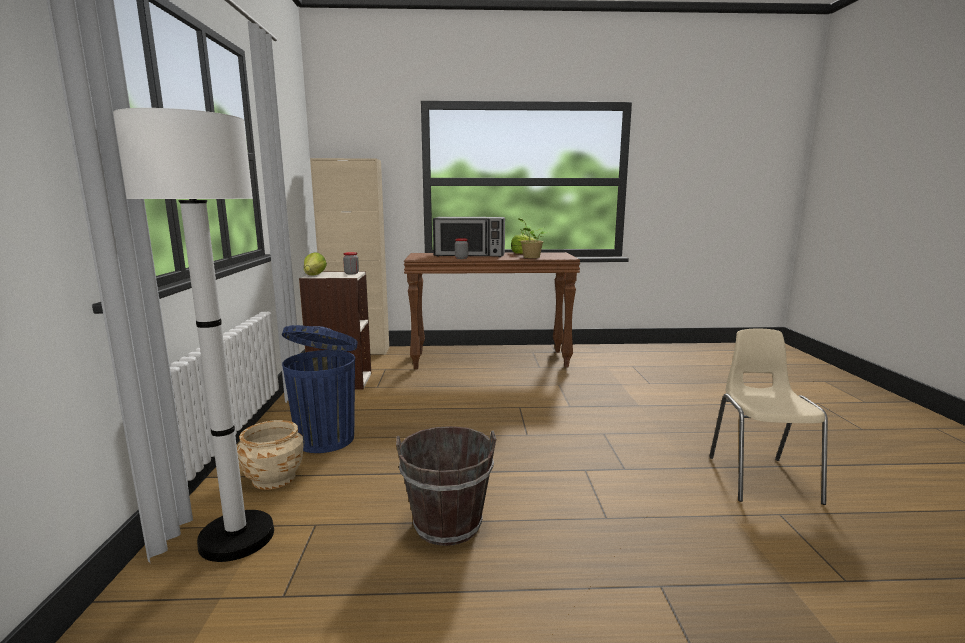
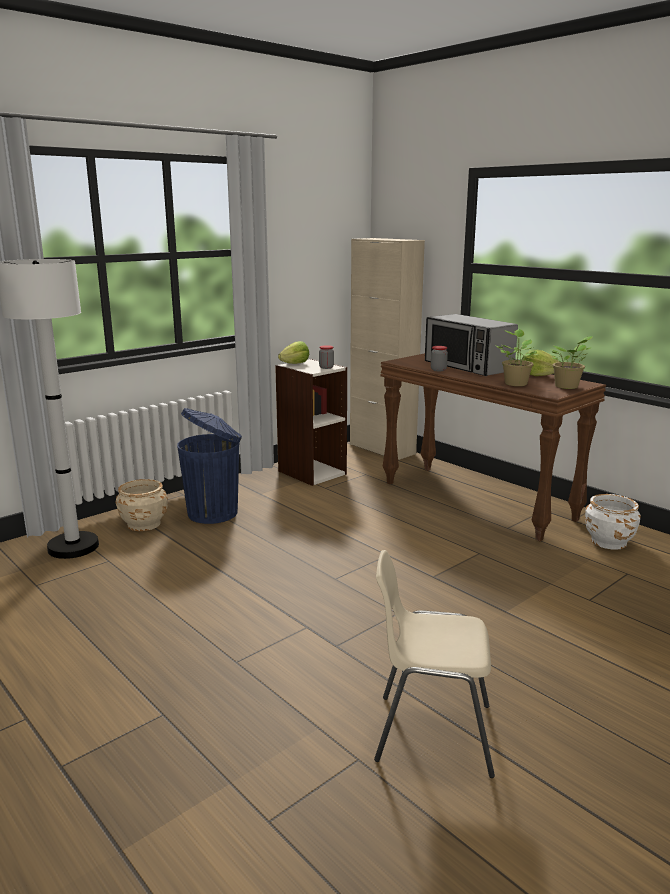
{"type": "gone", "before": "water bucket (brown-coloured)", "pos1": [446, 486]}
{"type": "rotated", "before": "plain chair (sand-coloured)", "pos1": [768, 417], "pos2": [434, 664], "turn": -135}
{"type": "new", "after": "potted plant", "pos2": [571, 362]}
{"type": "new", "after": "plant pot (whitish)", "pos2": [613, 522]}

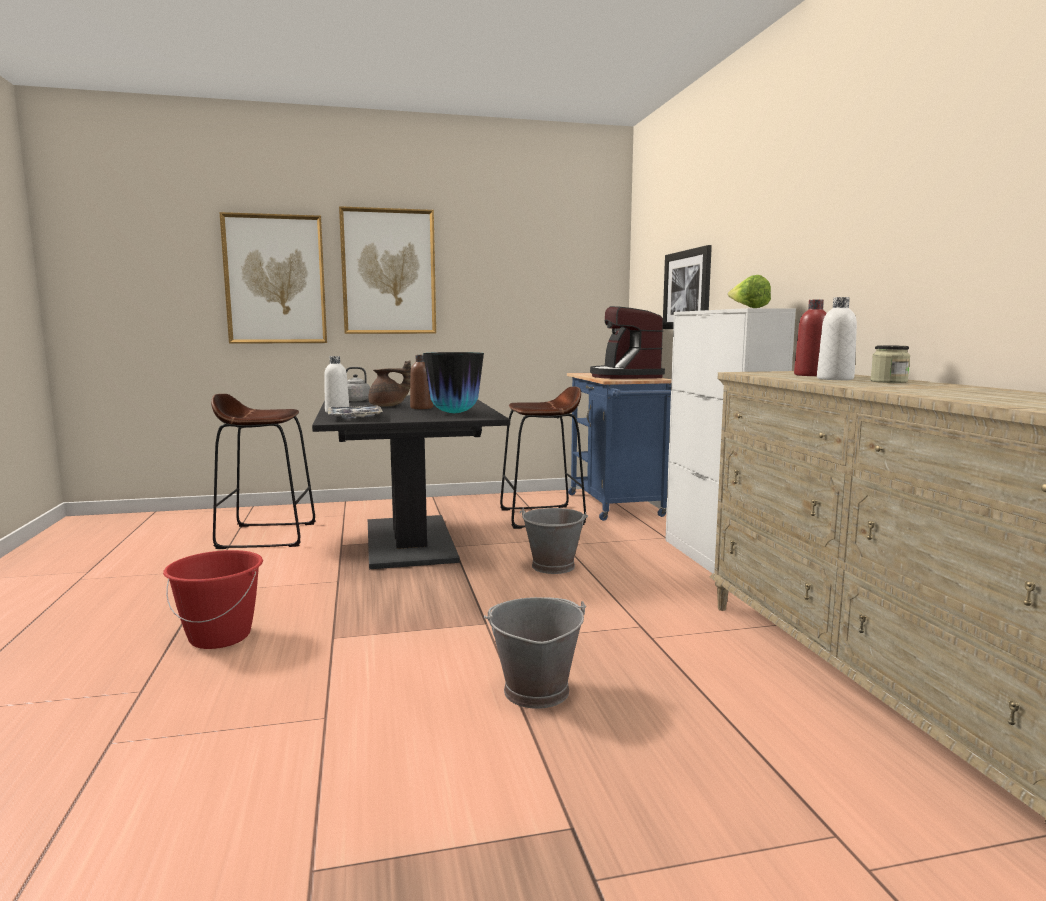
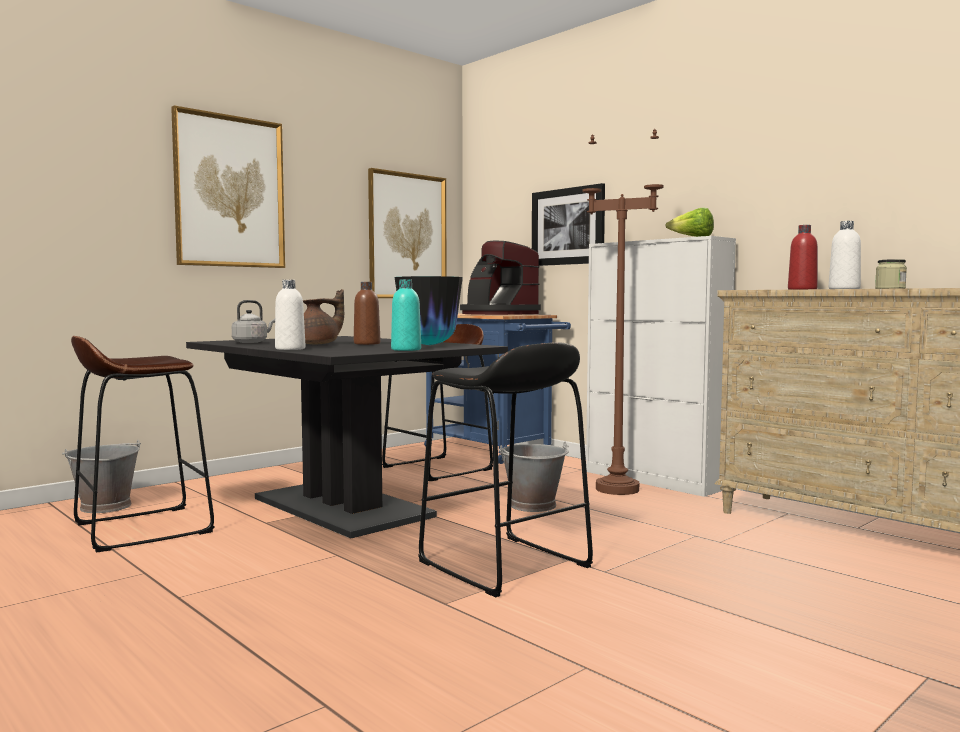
{"type": "gone", "before": "water bucket (red-coloured)", "pos1": [213, 599]}
{"type": "shifted", "before": "wall picture", "pos1": [273, 278], "pos2": [407, 233]}
{"type": "gone", "before": "carrying tray", "pos1": [355, 412]}
{"type": "shifted", "before": "water bucket (grey)", "pos1": [535, 653], "pos2": [101, 476]}
{"type": "new", "after": "drink bottle (blue-green)", "pos2": [406, 315]}
{"type": "new", "after": "sitting stool (black-coloured)", "pos2": [505, 469]}
{"type": "new", "after": "floor lamp (brown-coloured)", "pos2": [623, 312]}

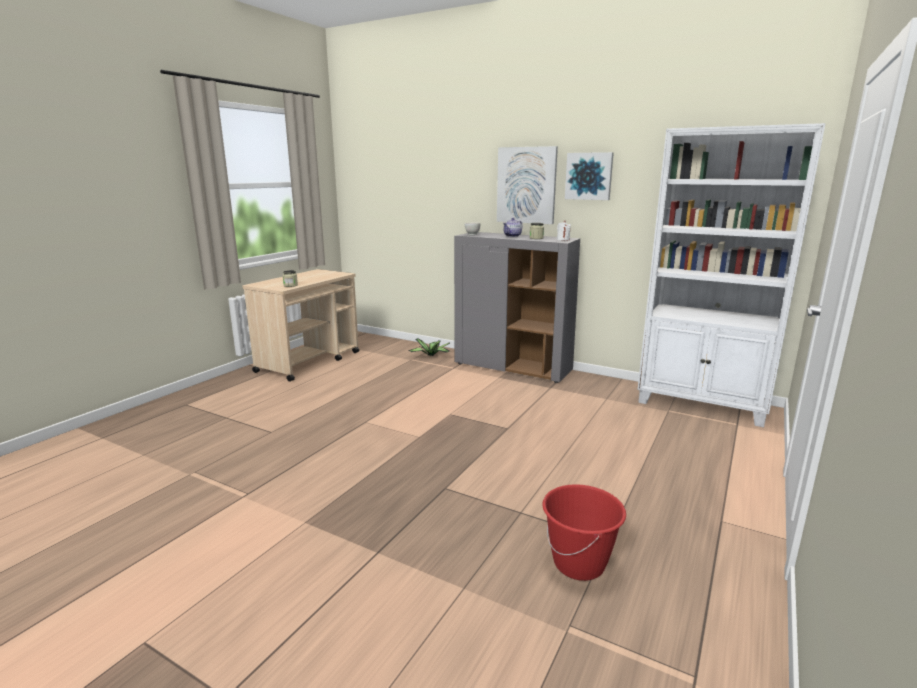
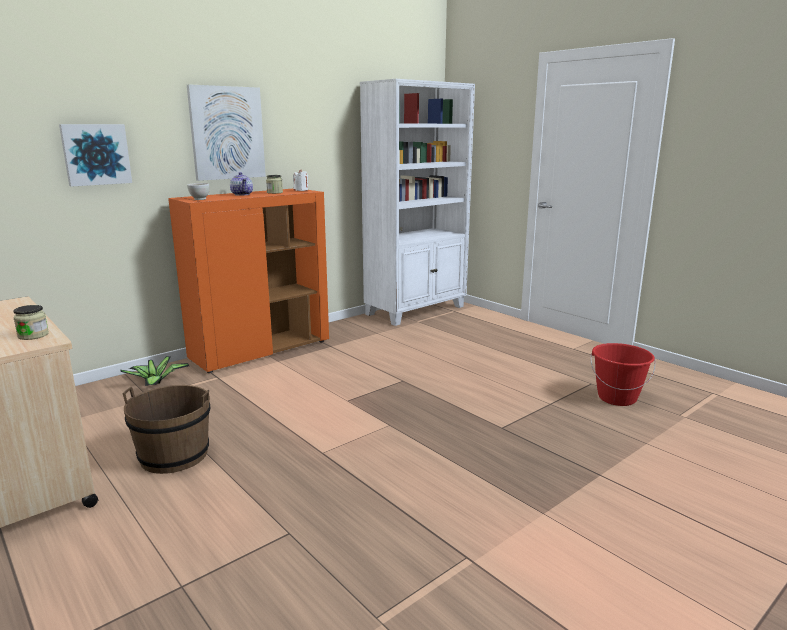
{"type": "repainted", "before": "cupboard (grey)", "after": "cupboard (orange-coloured)", "pos1": [517, 307], "pos2": [248, 281]}
{"type": "shifted", "before": "wall picture", "pos1": [589, 176], "pos2": [95, 155]}
{"type": "new", "after": "water bucket (brown-coloured)", "pos2": [166, 429]}

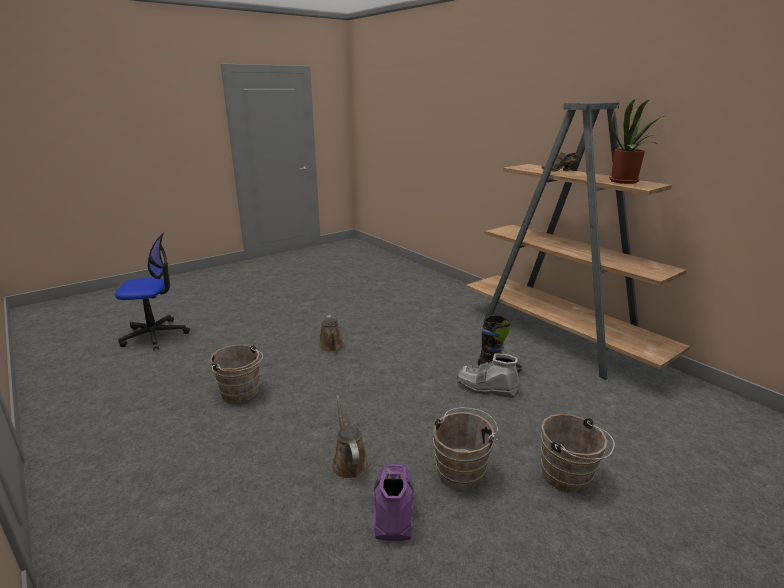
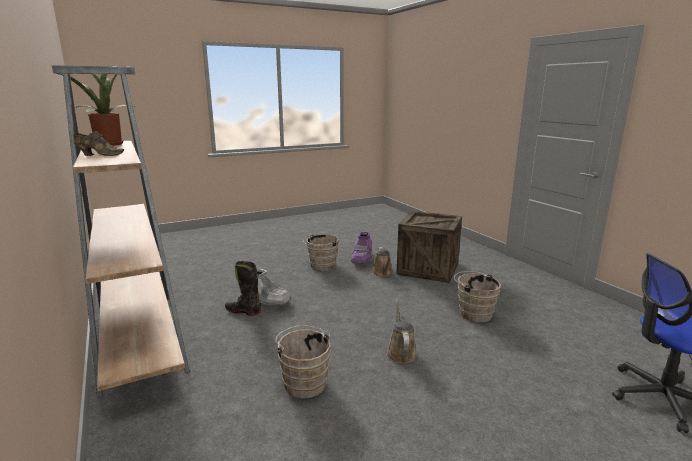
{"type": "shifted", "before": "water bucket (brown-coloured)", "pos1": [578, 453], "pos2": [302, 362]}
{"type": "new", "after": "shipping crate", "pos2": [429, 247]}

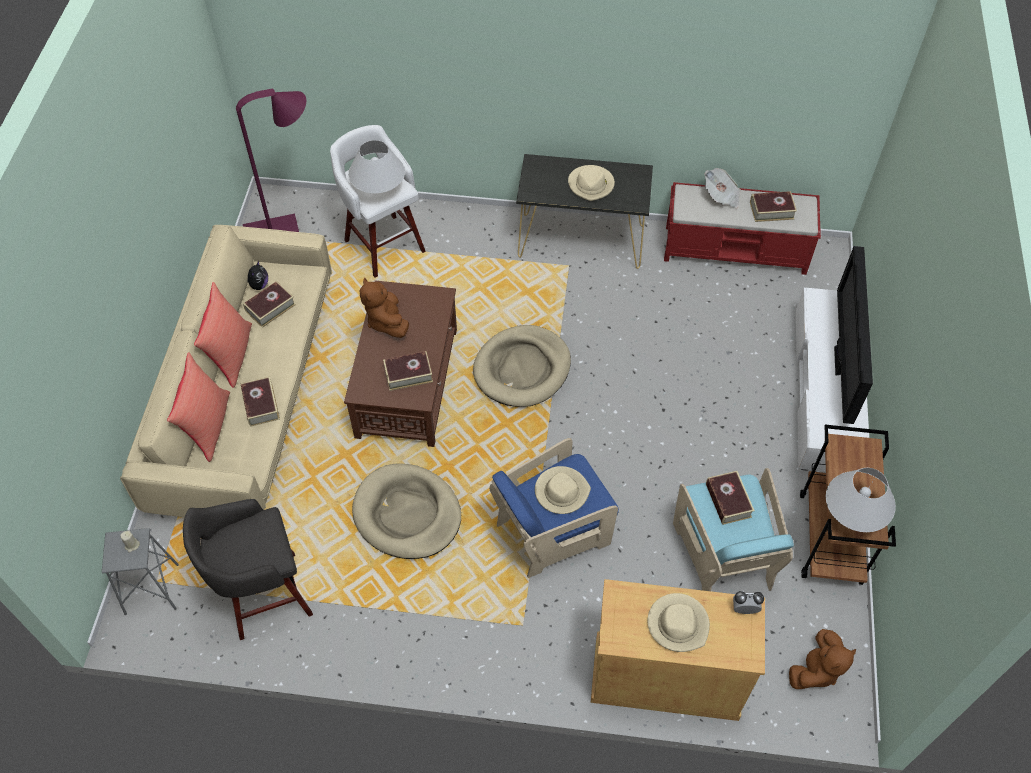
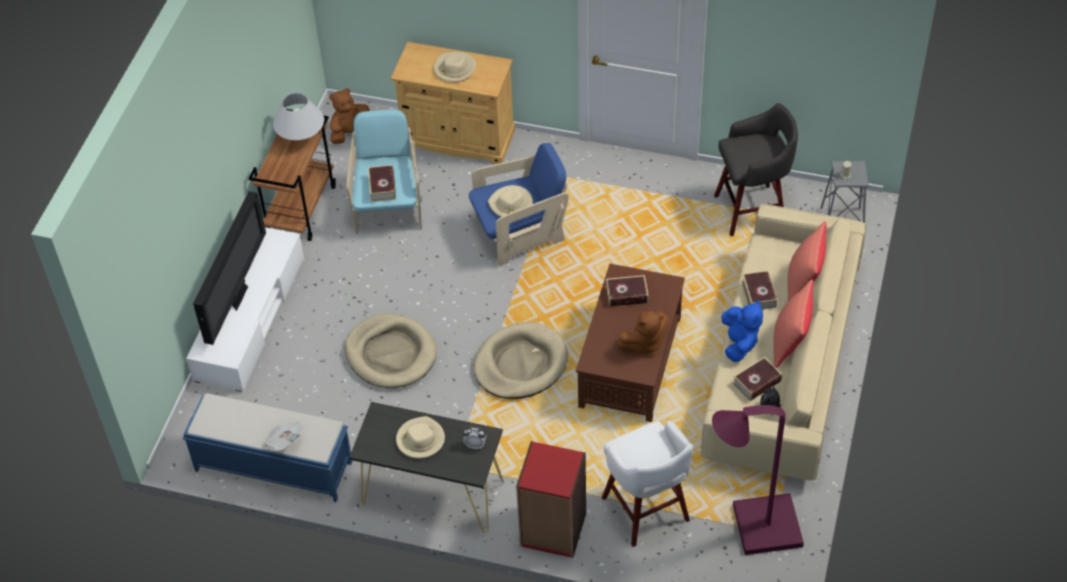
{"type": "gone", "before": "tabletop lamp (whitish)", "pos1": [376, 166]}
{"type": "shifted", "before": "dog cushion (sand-coloured)", "pos1": [406, 511], "pos2": [391, 350]}
{"type": "rotated", "before": "plush toy (brown-coloured)", "pos1": [384, 308], "pos2": [643, 333], "turn": 75}
{"type": "repainted", "before": "indoor bench (red-coloured)", "after": "indoor bench (blue)", "pos1": [742, 228], "pos2": [268, 447]}
{"type": "shifted", "before": "bedside clock", "pos1": [748, 602], "pos2": [475, 438]}
{"type": "gone", "before": "bound book", "pos1": [773, 206]}
{"type": "new", "after": "bookcase (red-coloured)", "pos2": [551, 499]}
{"type": "new", "after": "plush toy (blue)", "pos2": [742, 330]}

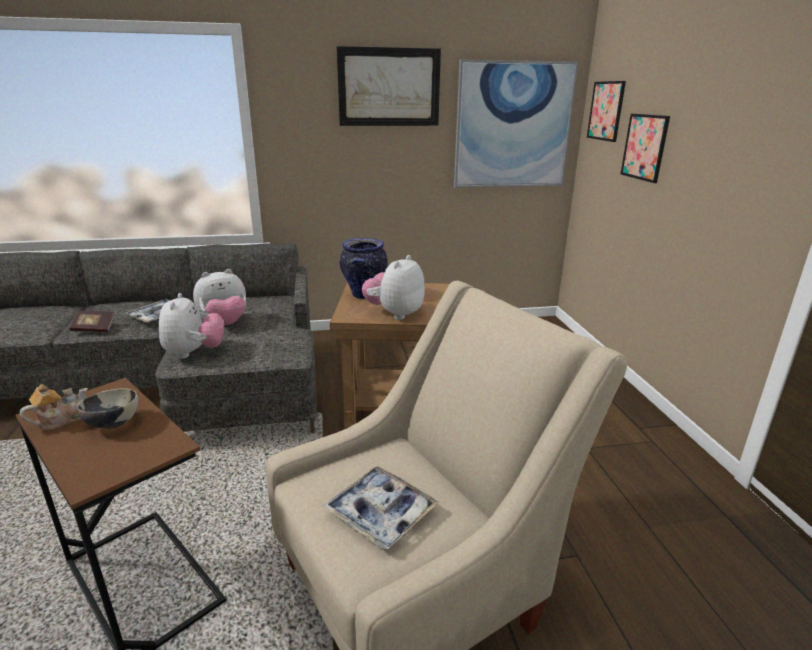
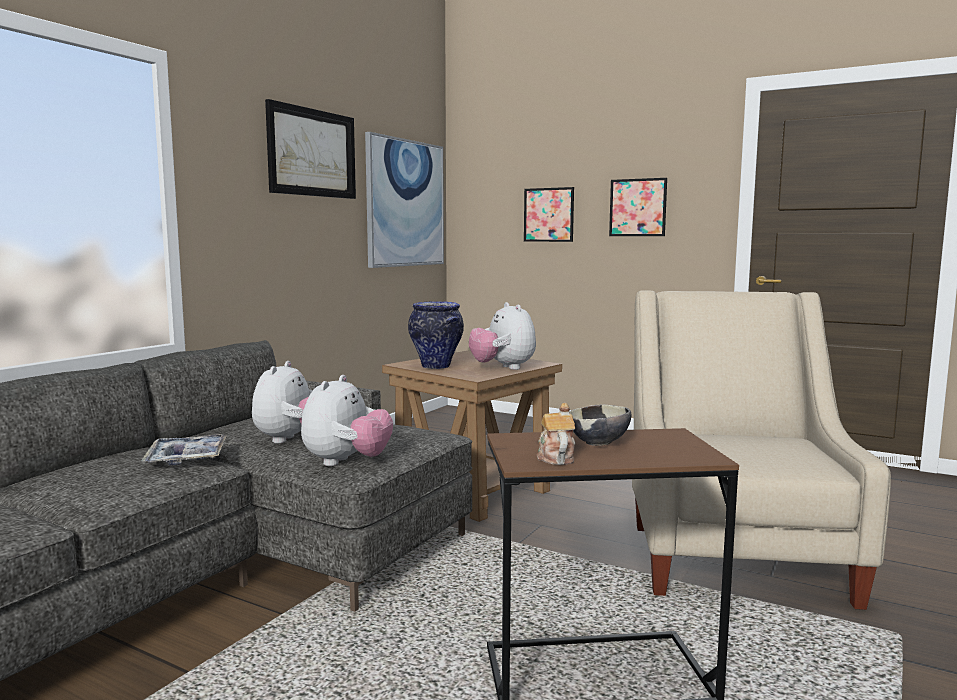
{"type": "gone", "before": "bound book", "pos1": [92, 321]}
{"type": "rotated", "before": "plush toy", "pos1": [191, 326], "pos2": [347, 420], "turn": 75}
{"type": "gone", "before": "carrying tray", "pos1": [381, 507]}
{"type": "shifted", "before": "wall picture", "pos1": [606, 111], "pos2": [638, 207]}

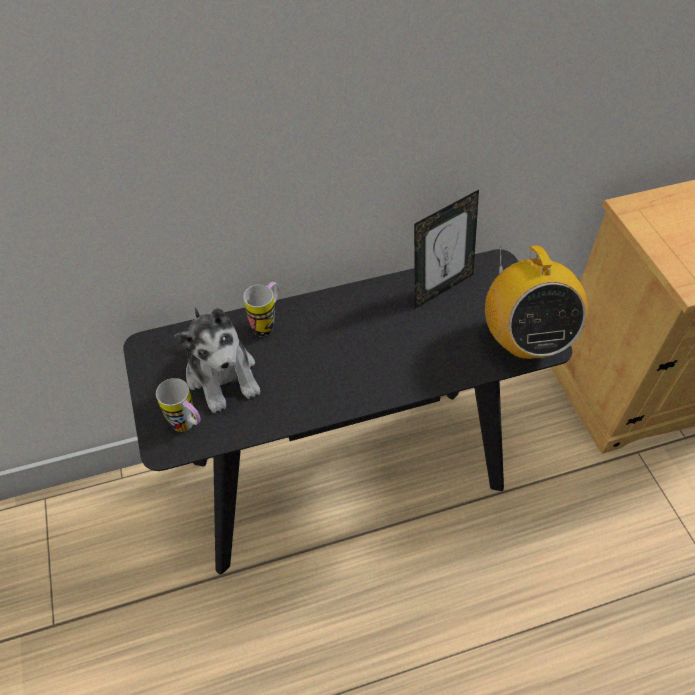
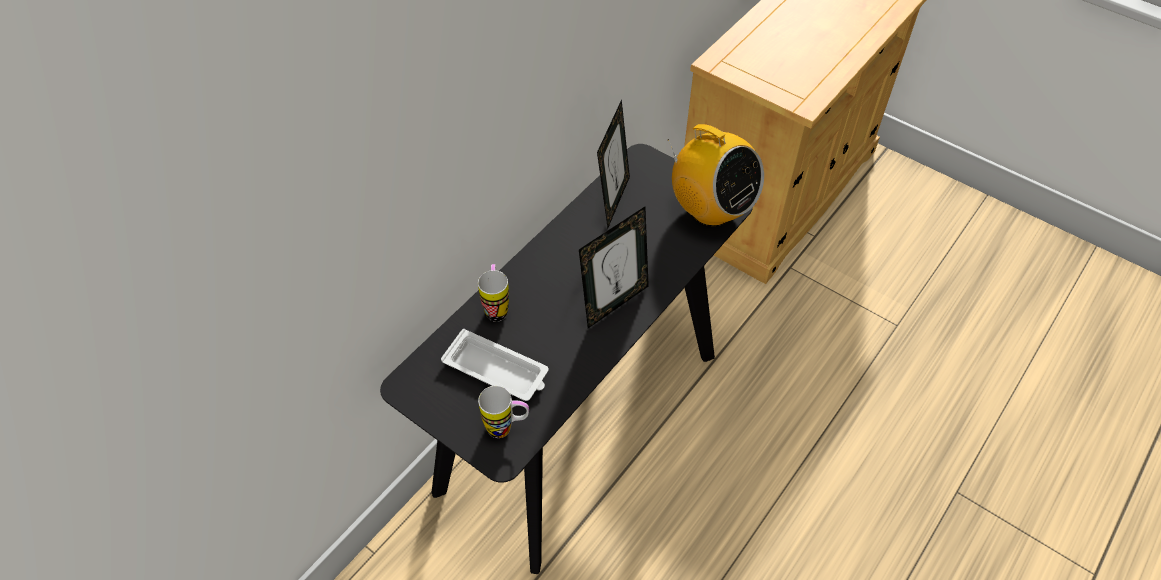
{"type": "swapped", "before": "plush toy", "after": "carrying tray (whitish)", "pos1": [217, 360], "pos2": [494, 365]}
{"type": "new", "after": "photo frame", "pos2": [614, 267]}

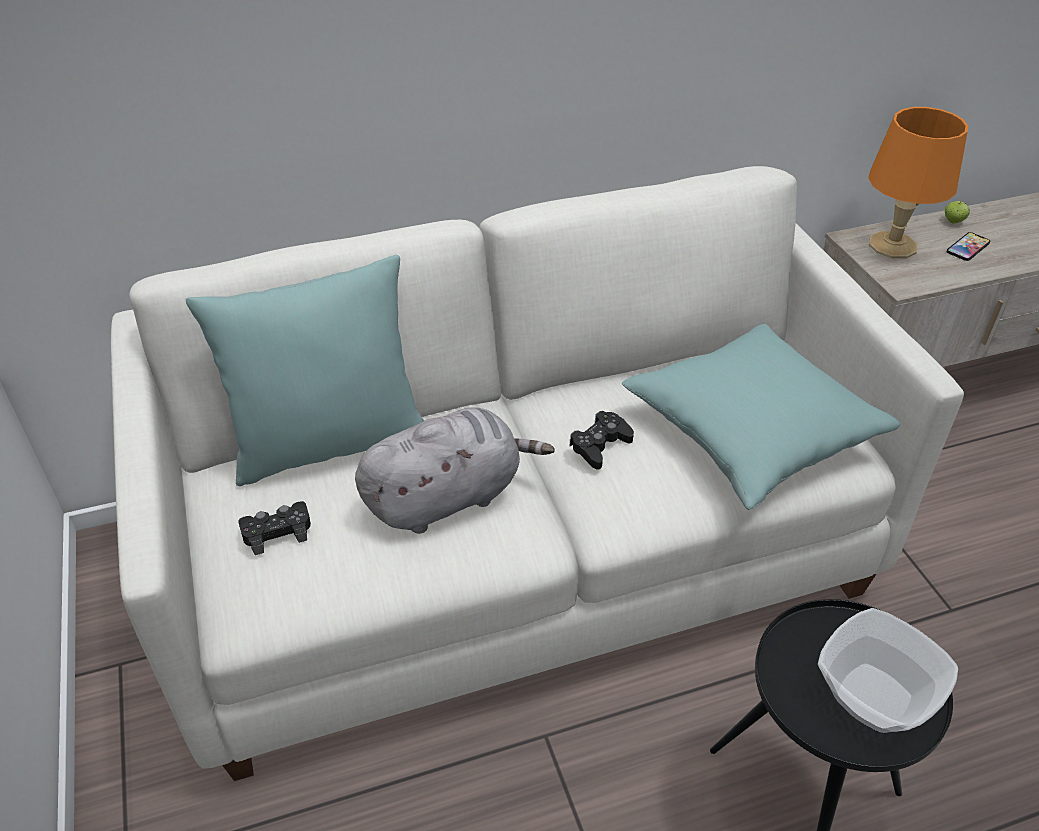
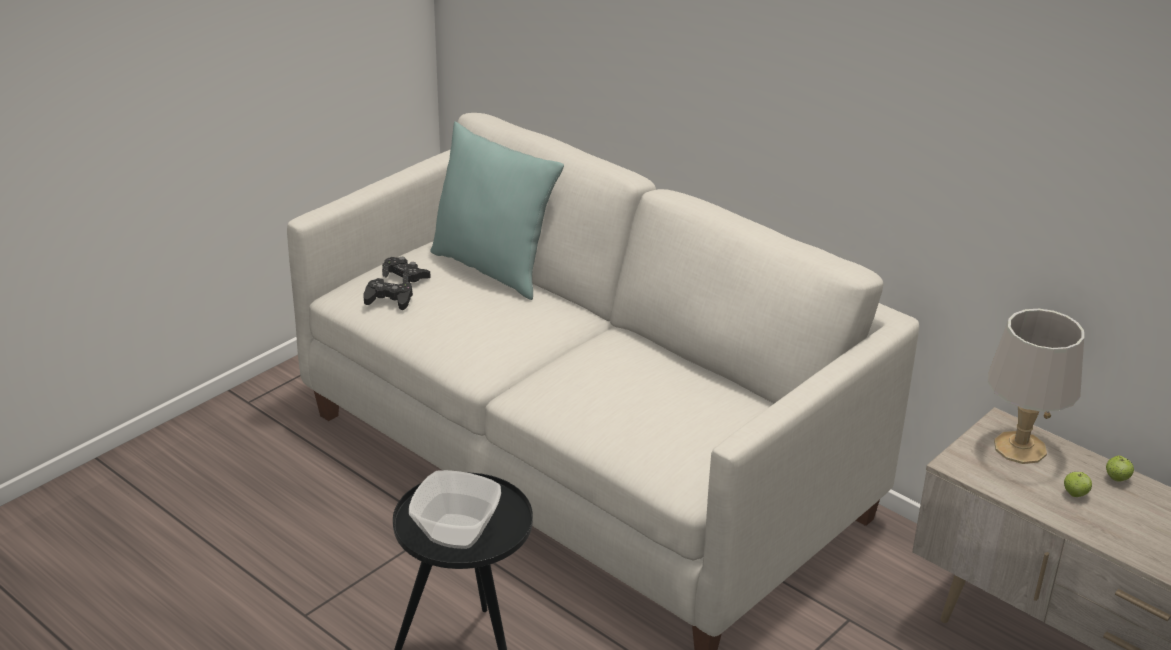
{"type": "gone", "before": "plush toy (grey)", "pos1": [454, 470]}
{"type": "shifted", "before": "gamepad (black-coloured)", "pos1": [601, 440], "pos2": [388, 294]}
{"type": "gone", "before": "cushion (blue-green)", "pos1": [761, 417]}
{"type": "repainted", "before": "tabletop lamp (orange-coloured)", "after": "tabletop lamp (grey)", "pos1": [918, 182], "pos2": [1036, 386]}
{"type": "swapped", "before": "telephone", "after": "whole apple", "pos1": [968, 246], "pos2": [1078, 484]}

